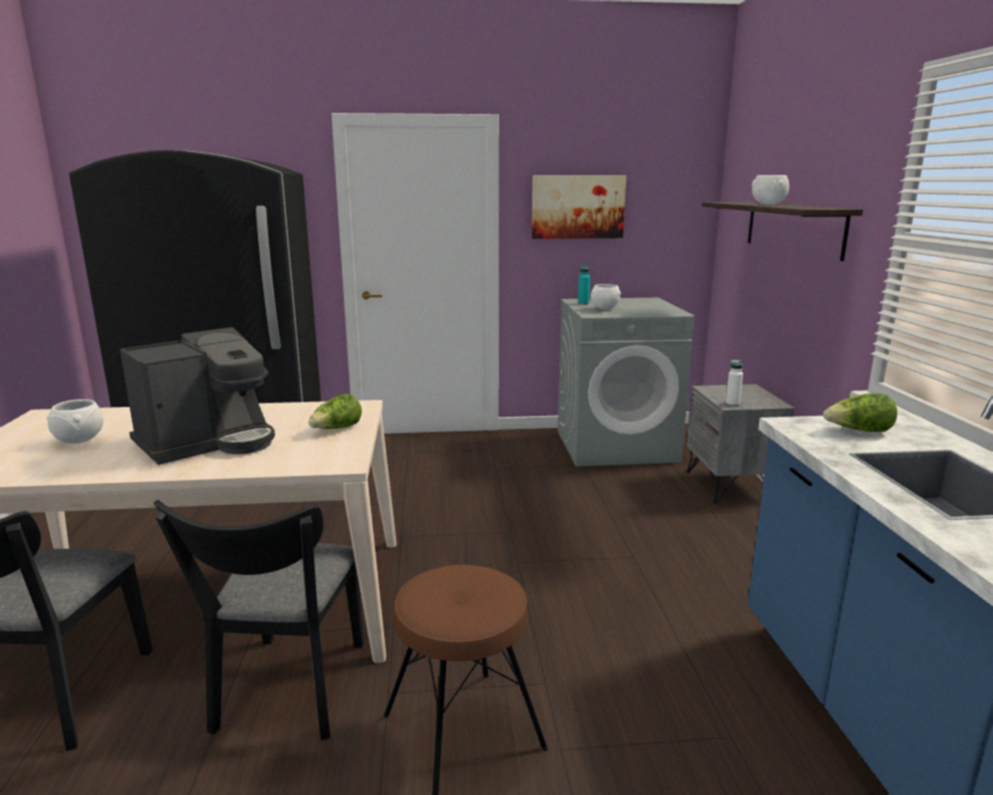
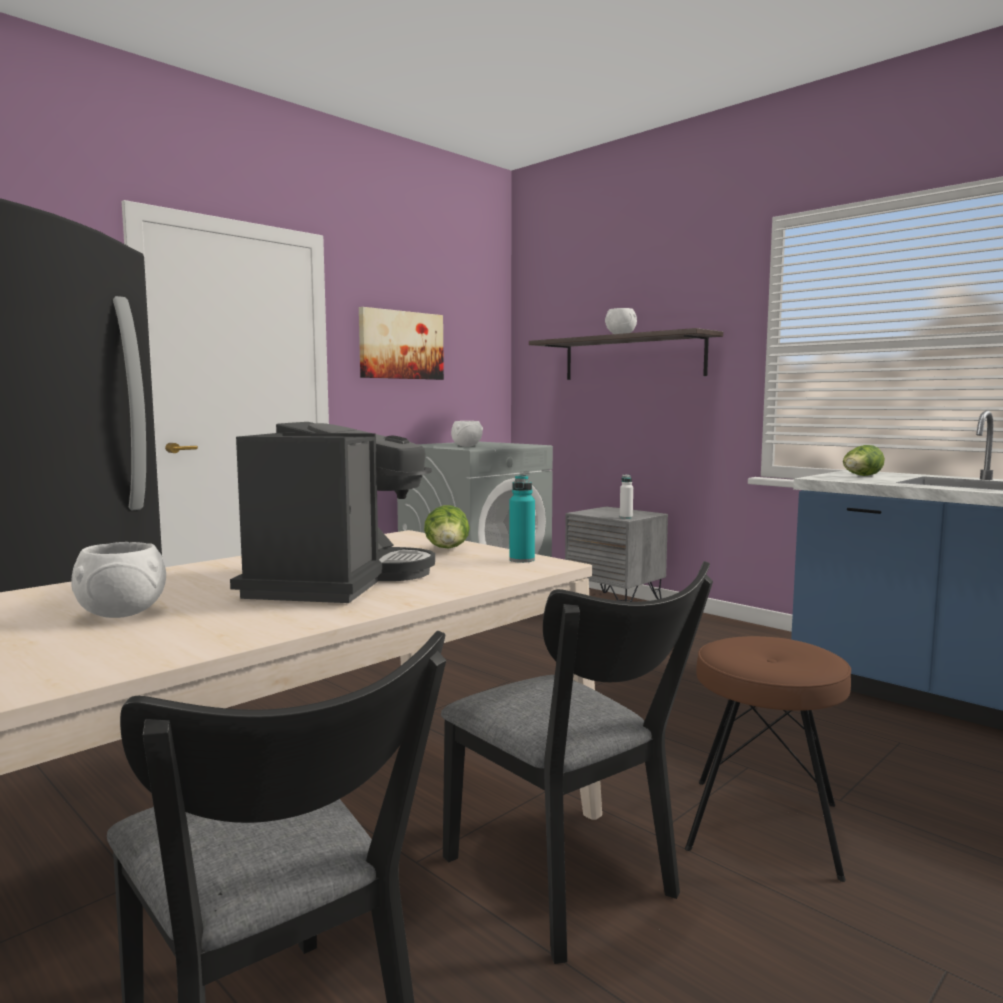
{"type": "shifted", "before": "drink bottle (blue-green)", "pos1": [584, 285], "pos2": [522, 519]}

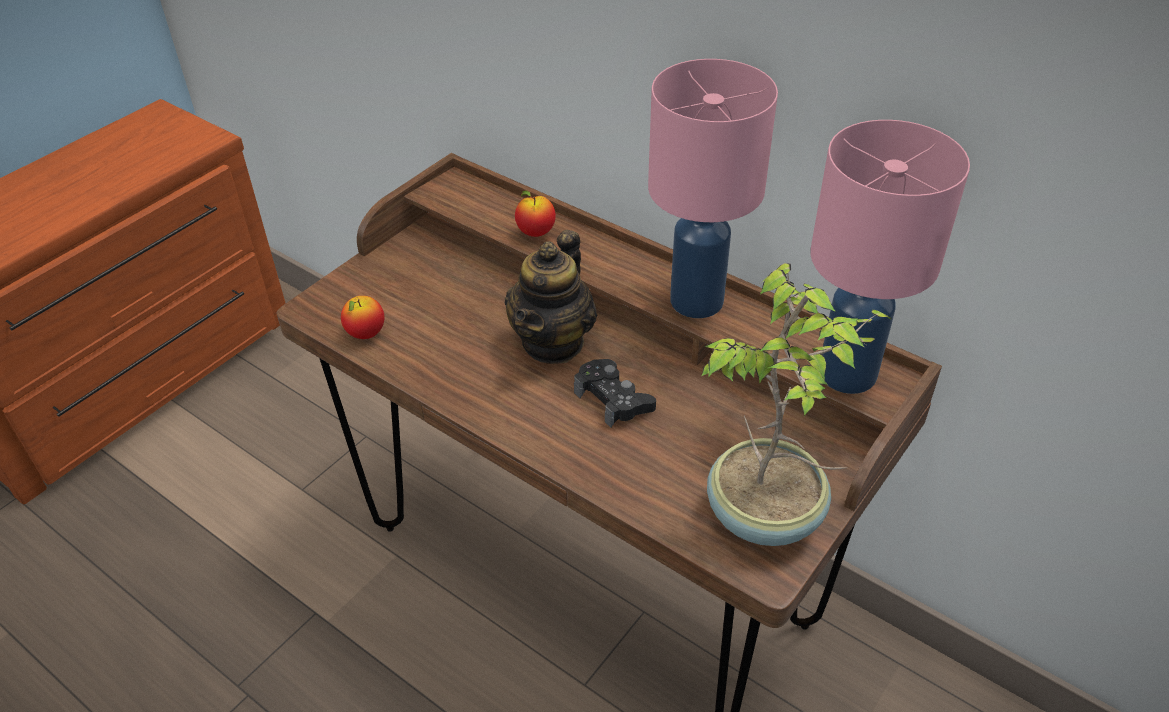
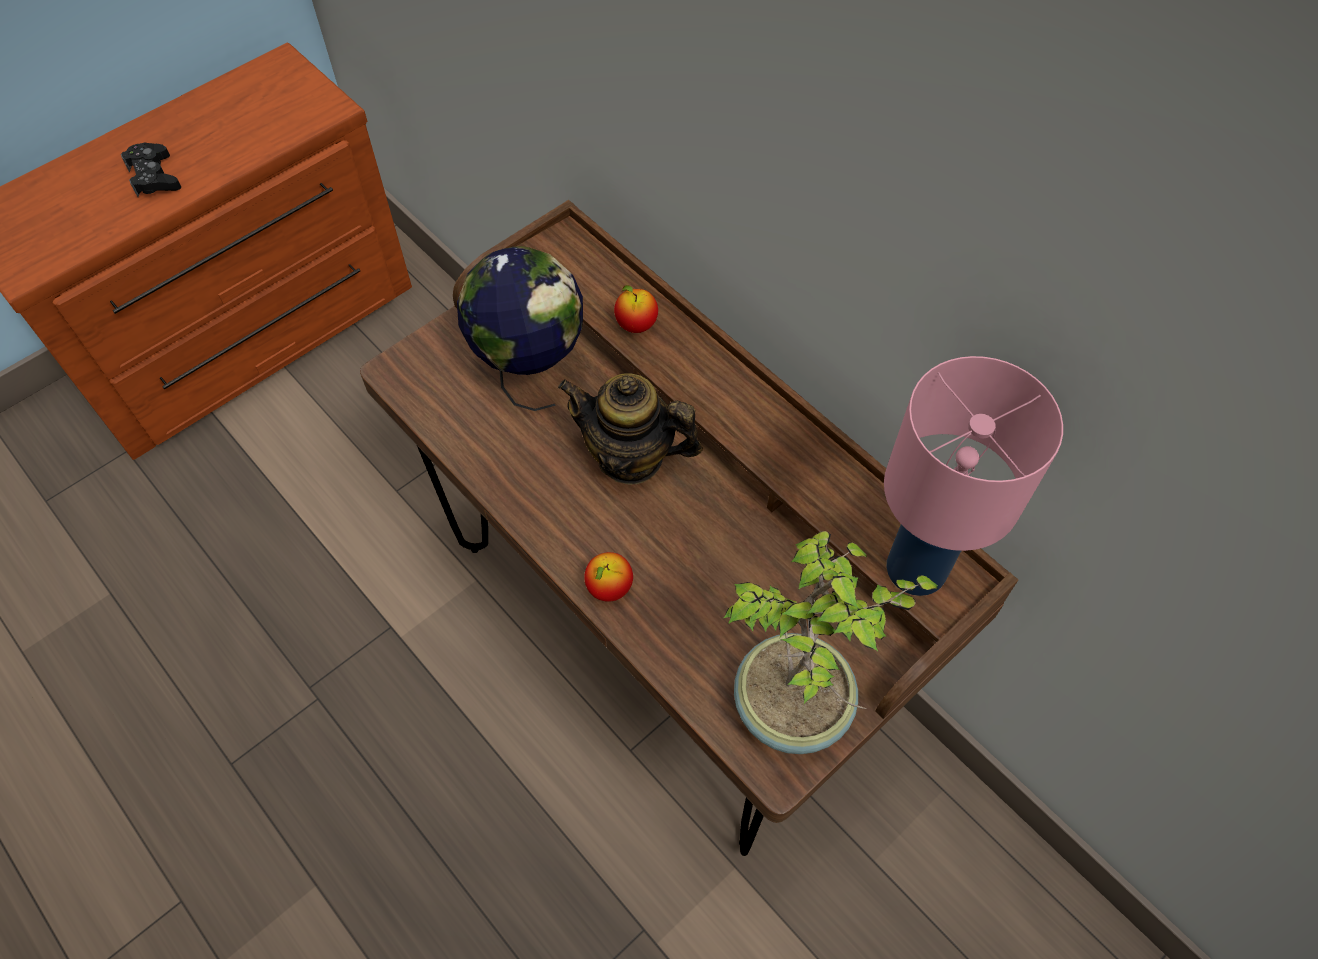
{"type": "shifted", "before": "whole apple", "pos1": [363, 317], "pos2": [608, 577]}
{"type": "rotated", "before": "teapot", "pos1": [551, 297], "pos2": [630, 429], "turn": 75}
{"type": "shifted", "before": "gamepad (black-coloured)", "pos1": [615, 393], "pos2": [151, 170]}
{"type": "gone", "before": "tabletop lamp (pink)", "pos1": [713, 188]}
{"type": "new", "after": "world globe", "pos2": [520, 328]}

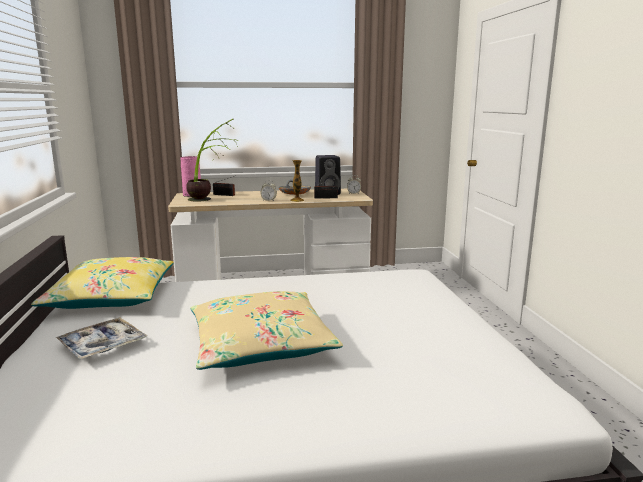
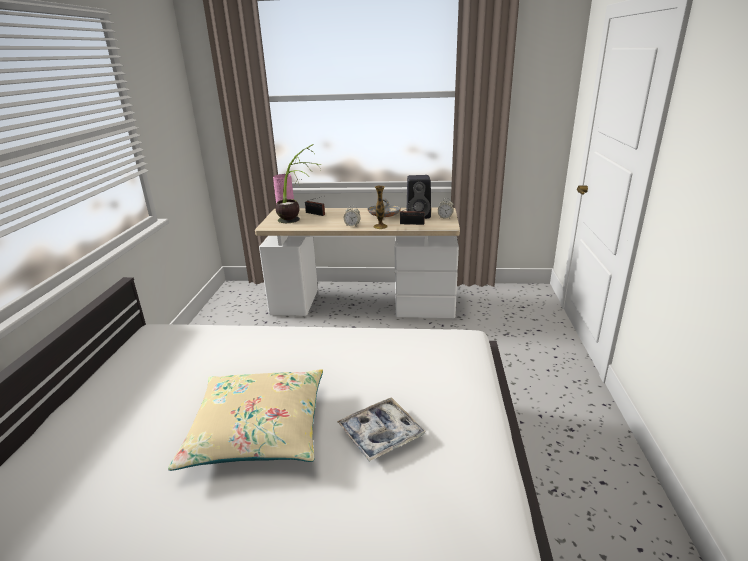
{"type": "gone", "before": "cushion (yellow-coloured)", "pos1": [102, 283]}
{"type": "shifted", "before": "carrying tray", "pos1": [101, 338], "pos2": [381, 429]}

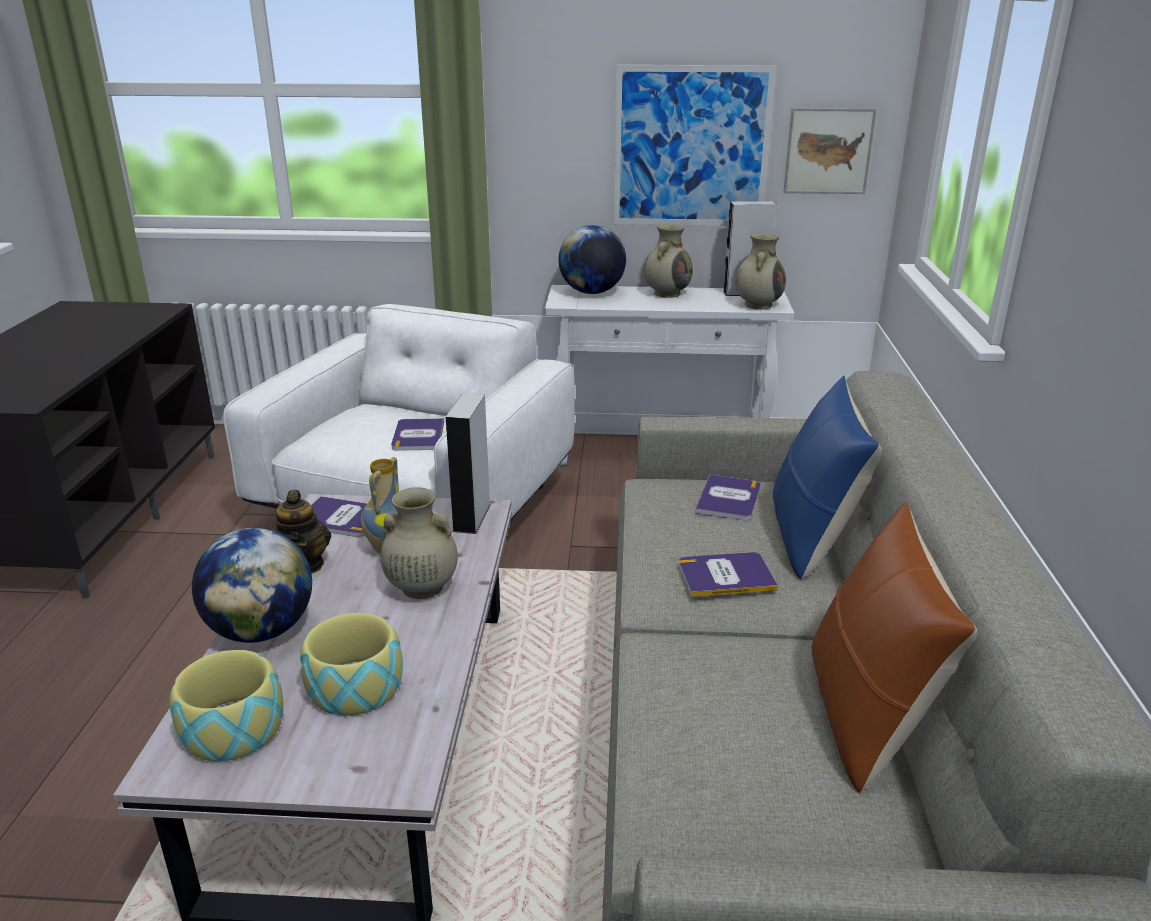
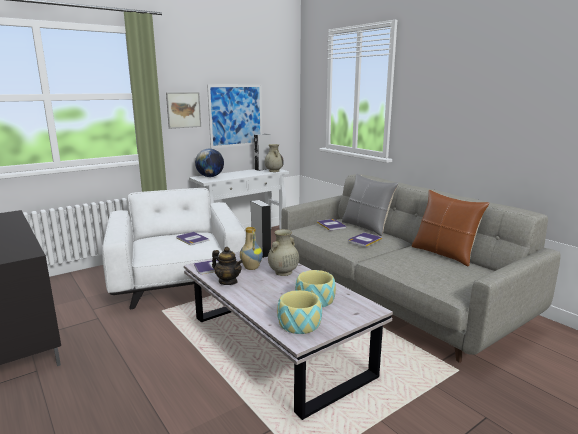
{"type": "gone", "before": "world globe", "pos1": [252, 585]}
{"type": "gone", "before": "decorative vase (sand-coloured)", "pos1": [668, 261]}
{"type": "repainted", "before": "cushion (blue)", "after": "cushion (grey)", "pos1": [827, 477], "pos2": [370, 205]}
{"type": "shifted", "before": "wall picture", "pos1": [830, 151], "pos2": [183, 110]}

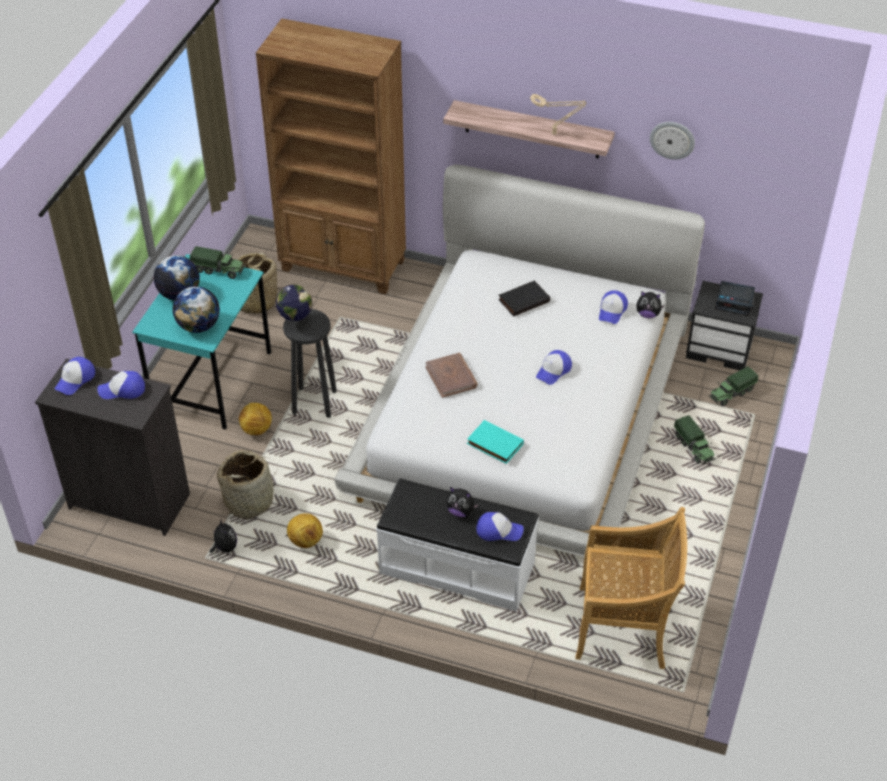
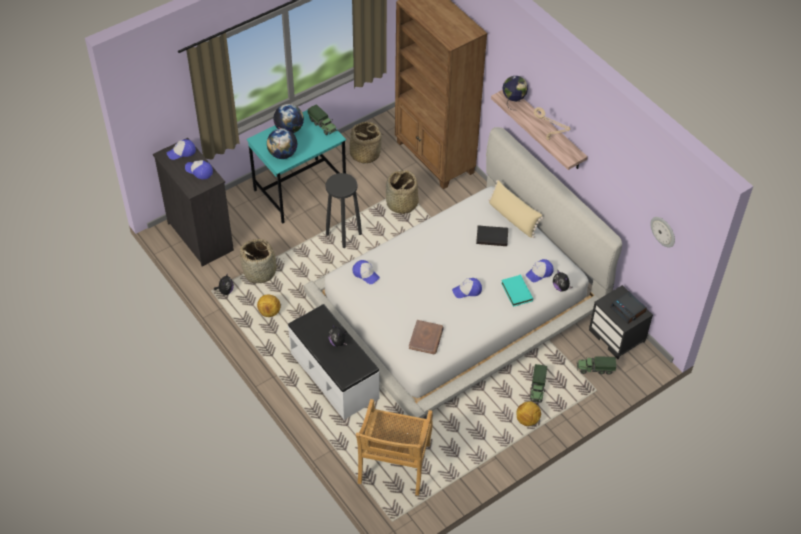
{"type": "shifted", "before": "football", "pos1": [255, 419], "pos2": [528, 413]}
{"type": "shifted", "before": "world globe", "pos1": [294, 308], "pos2": [515, 93]}
{"type": "shifted", "before": "bound book (brown-coloured)", "pos1": [451, 375], "pos2": [426, 337]}
{"type": "shifted", "before": "bound book (blue-green)", "pos1": [495, 442], "pos2": [517, 290]}
{"type": "shifted", "before": "baseball cap", "pos1": [500, 526], "pos2": [366, 272]}
{"type": "rotated", "before": "plain chair (sand-coloured)", "pos1": [631, 588], "pos2": [394, 447], "turn": 60}
{"type": "shifted", "before": "hanging clock", "pos1": [672, 141], "pos2": [663, 232]}
{"type": "new", "after": "household basket", "pos2": [402, 192]}
{"type": "new", "after": "cushion (sand-coloured)", "pos2": [516, 209]}

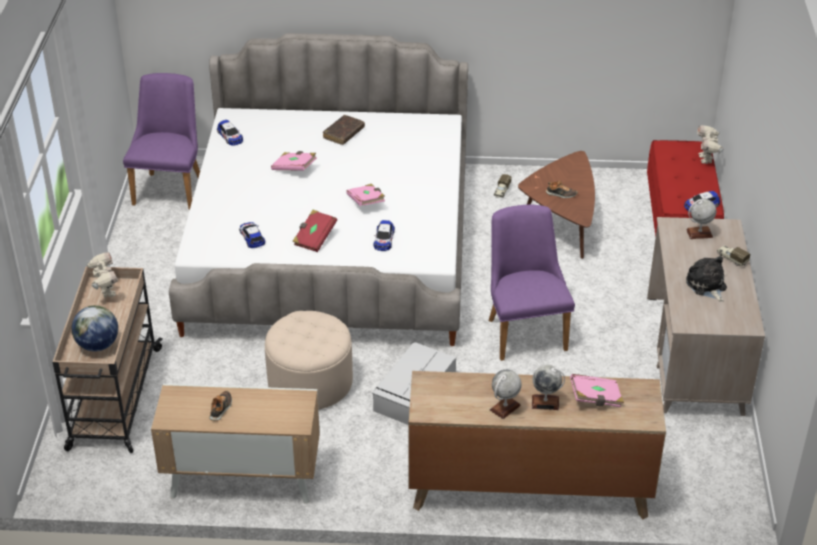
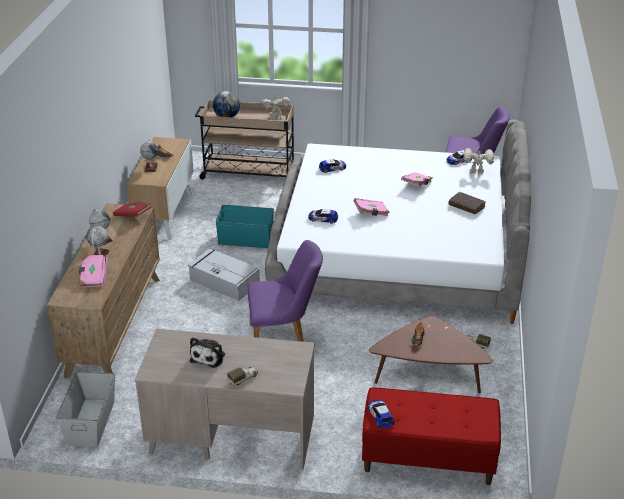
{"type": "swapped", "before": "pouffe (sand-coloured)", "after": "storage container (blue-green)", "pos1": [309, 360], "pos2": [245, 226]}
{"type": "shifted", "before": "bound book (red-coloured)", "pos1": [314, 231], "pos2": [132, 209]}
{"type": "shifted", "before": "world globe", "pos1": [701, 218], "pos2": [149, 156]}
{"type": "rotated", "before": "plush toy", "pos1": [706, 279], "pos2": [207, 352], "turn": 120}
{"type": "shifted", "before": "robot figure", "pos1": [710, 144], "pos2": [478, 161]}
{"type": "new", "after": "storage container (grey)", "pos2": [85, 409]}

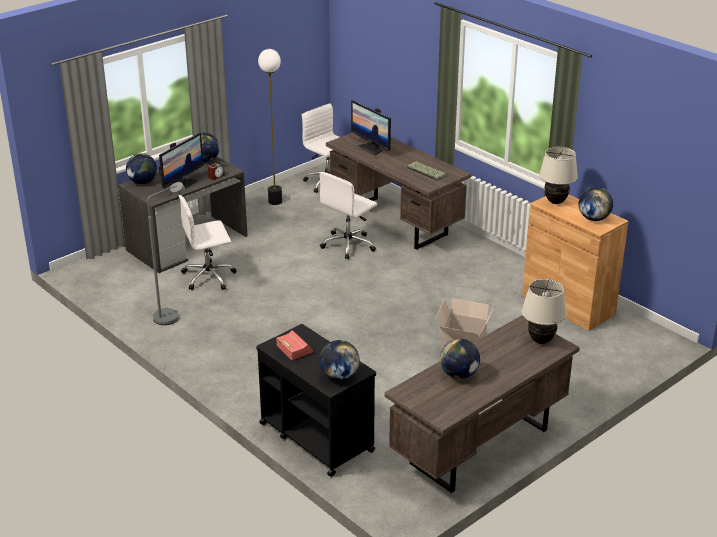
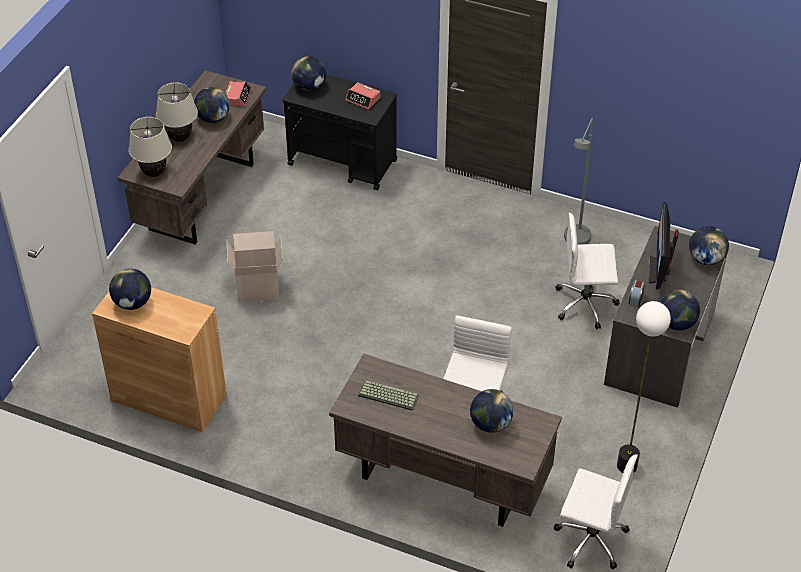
{"type": "rotated", "before": "computer chair (whitish)", "pos1": [208, 242], "pos2": [587, 271], "turn": -135}
{"type": "swapped", "before": "computer display", "after": "world globe", "pos1": [371, 127], "pos2": [491, 411]}
{"type": "shifted", "before": "tabletop lamp (sand-coloured)", "pos1": [558, 175], "pos2": [177, 112]}
{"type": "new", "after": "bedside clock", "pos2": [238, 94]}

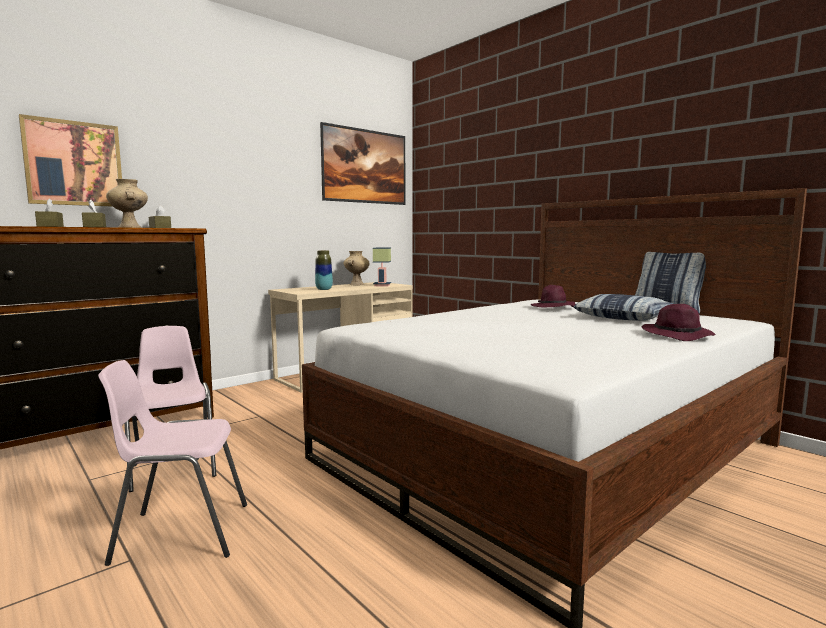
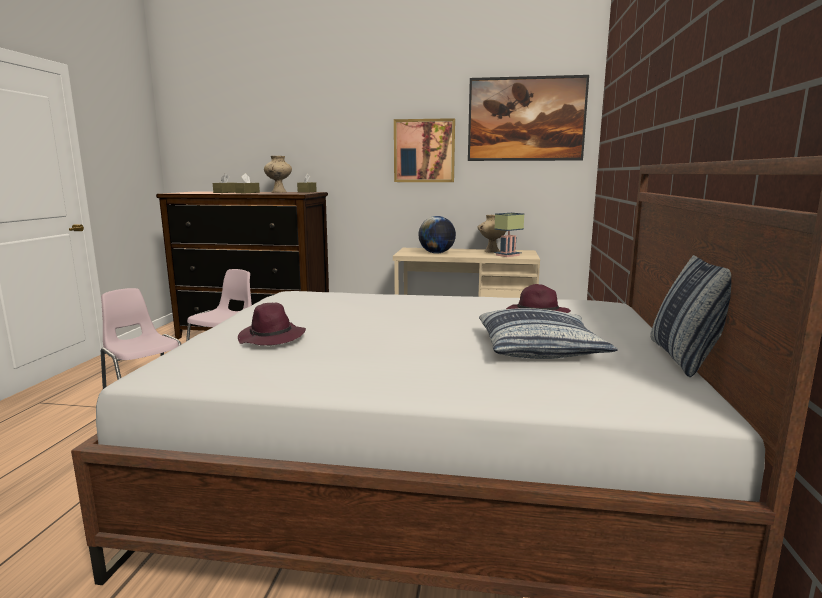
{"type": "shifted", "before": "wall picture", "pos1": [70, 160], "pos2": [424, 150]}
{"type": "swapped", "before": "decorative vase", "after": "world globe", "pos1": [324, 270], "pos2": [437, 235]}
{"type": "shifted", "before": "wearable hat (purplish)", "pos1": [678, 322], "pos2": [272, 324]}

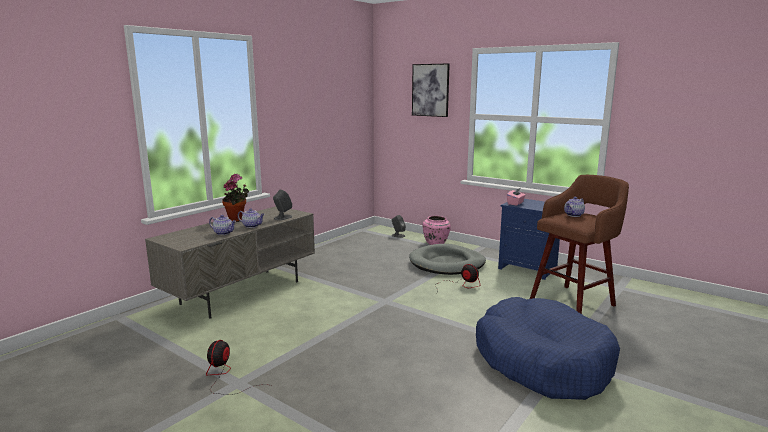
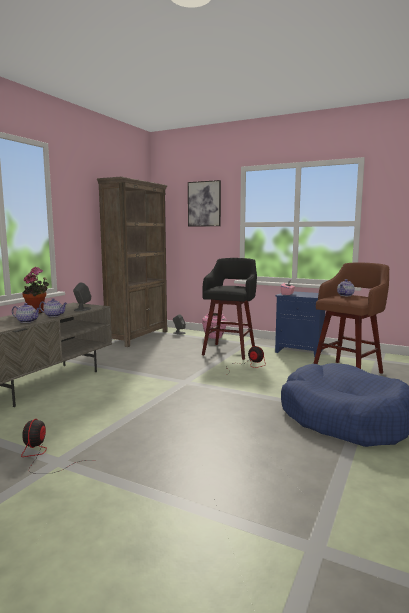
{"type": "swapped", "before": "dog cushion (grey)", "after": "sitting stool (black-coloured)", "pos1": [447, 259], "pos2": [229, 309]}
{"type": "new", "after": "bookcase (brown-coloured)", "pos2": [132, 262]}

